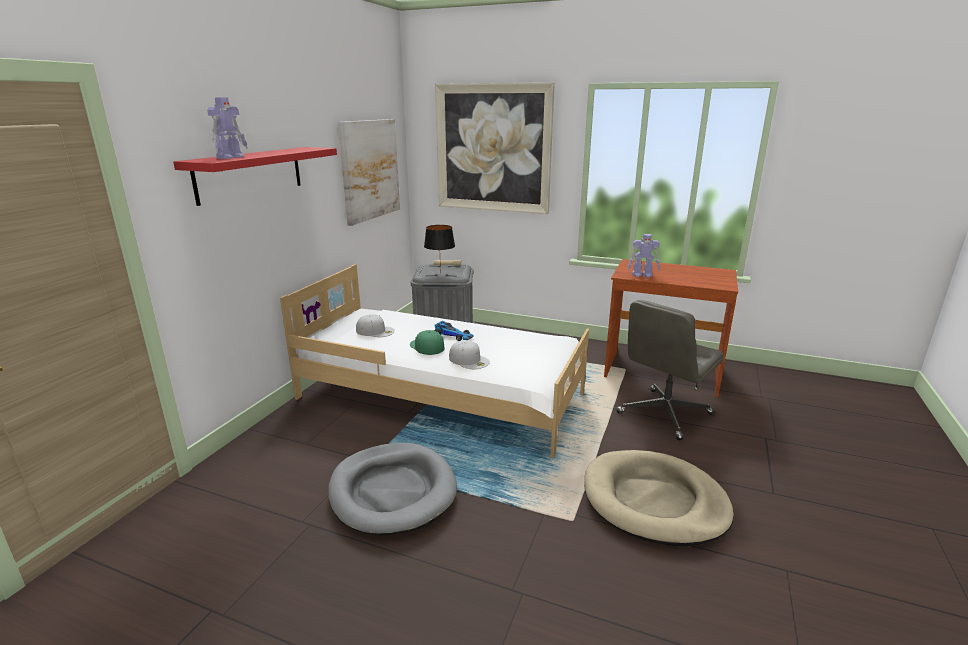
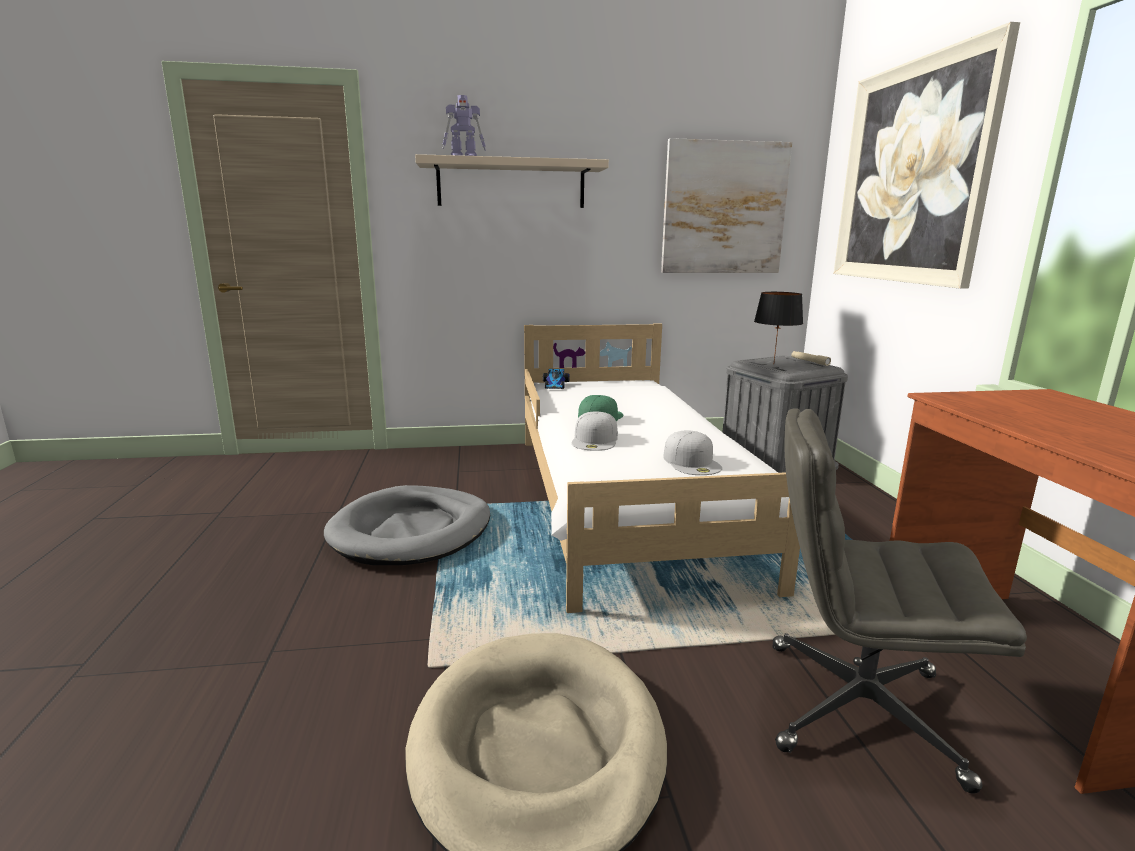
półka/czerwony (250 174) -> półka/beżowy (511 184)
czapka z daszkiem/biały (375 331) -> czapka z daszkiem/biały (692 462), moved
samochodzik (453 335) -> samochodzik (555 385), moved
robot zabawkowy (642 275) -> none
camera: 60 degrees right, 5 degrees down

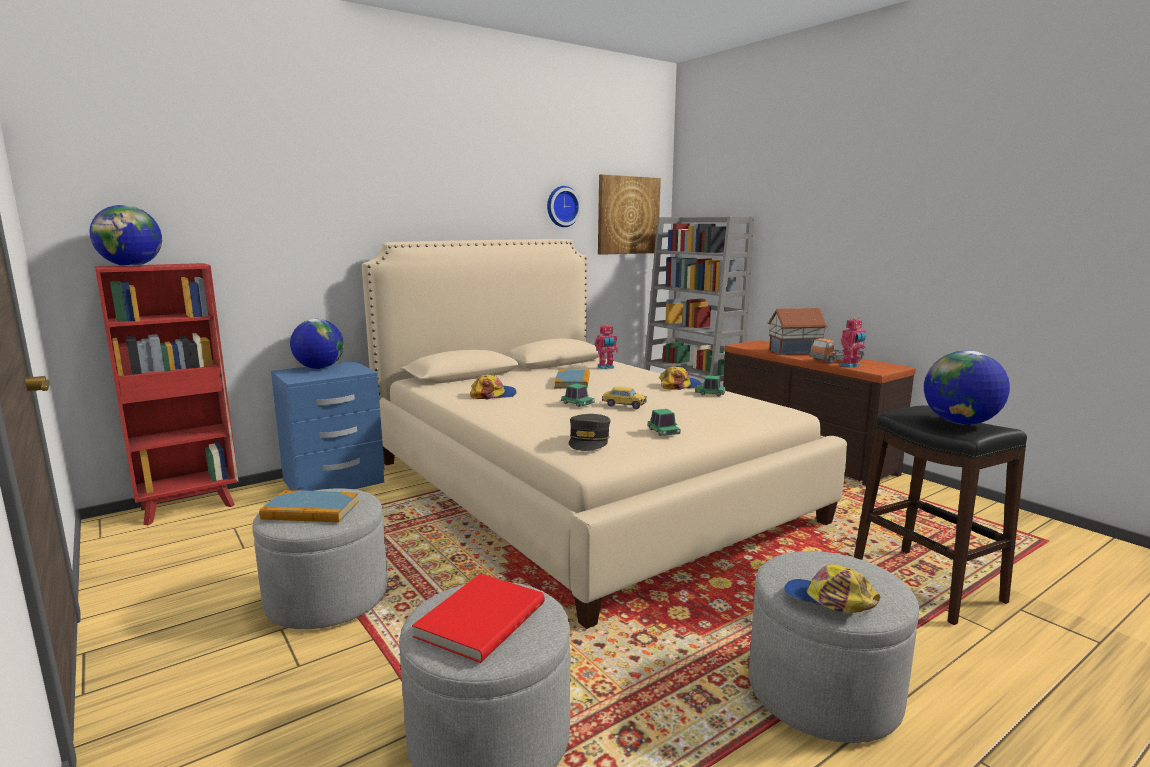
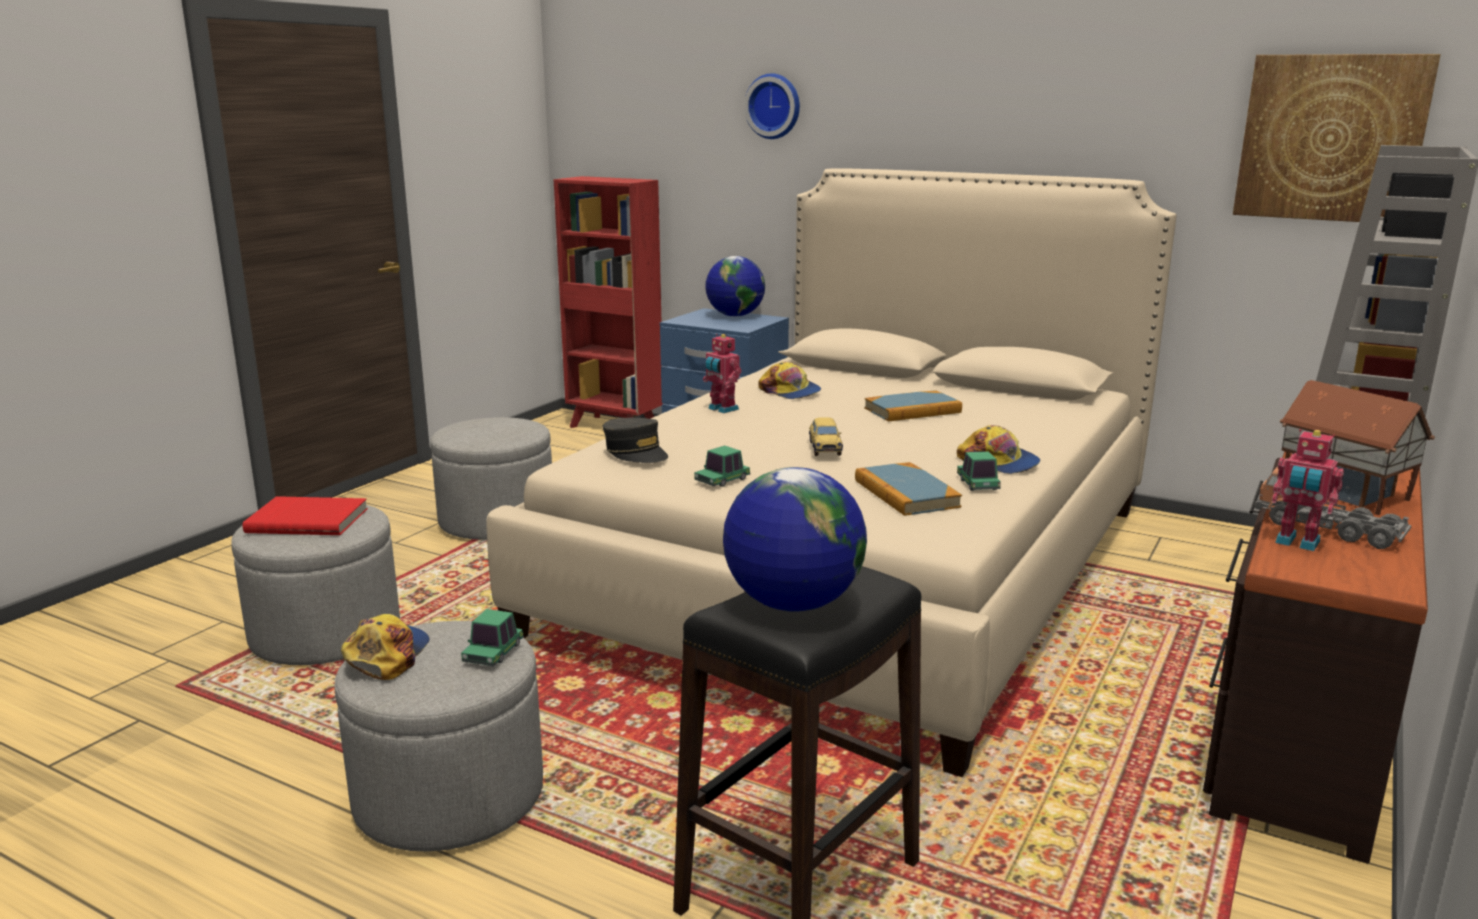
globus (132 266) -> none
książka (311 510) -> książka (906 494), moved
zegar ścienny (562 206) -> zegar ścienny (774 106), moved
samochodzik (577 404) -> samochodzik (493 653), moved
czapka z daszkiem/szary (589 441) -> czapka z daszkiem/szary (636 452), 120 degrees counterclockwise
robot zabawkowy (606 367) -> robot zabawkowy (722 409), moved
camera: 65 degrees right, 5 degrees up

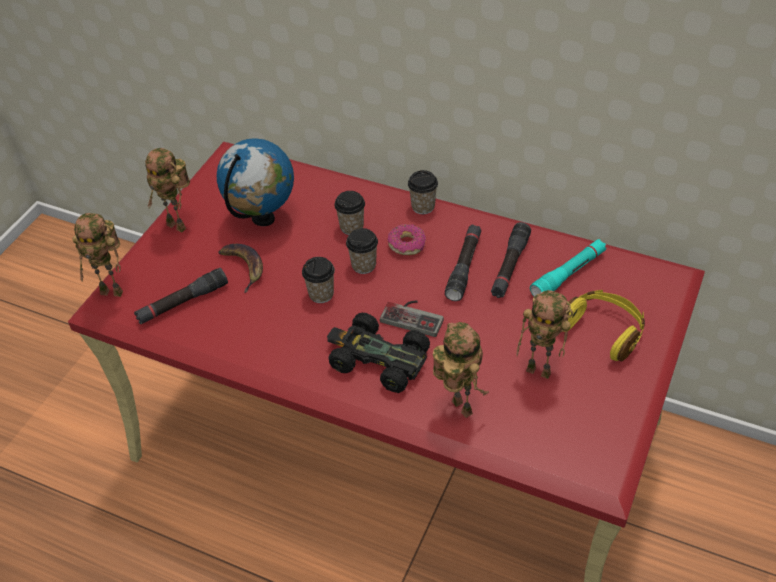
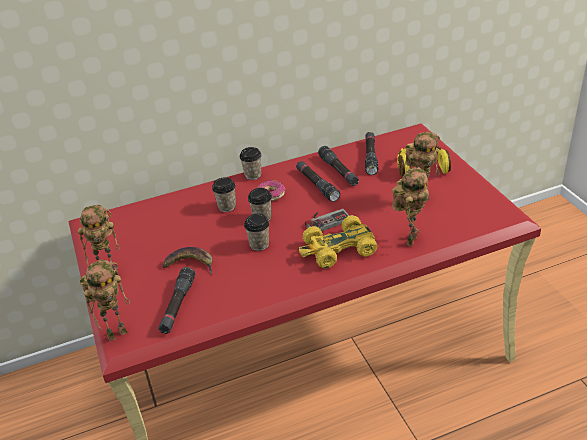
globus (263 219) -> none
samochodzik/czarny (378 360) -> samochodzik/żółty (338 249)
robot zabawkowy (458 408) -> robot zabawkowy (410 239), 105 degrees clockwise
latarka/turkusowy (568 274) -> latarka/czarny (370 157)
camera: 45 degrees left, 10 degrees down

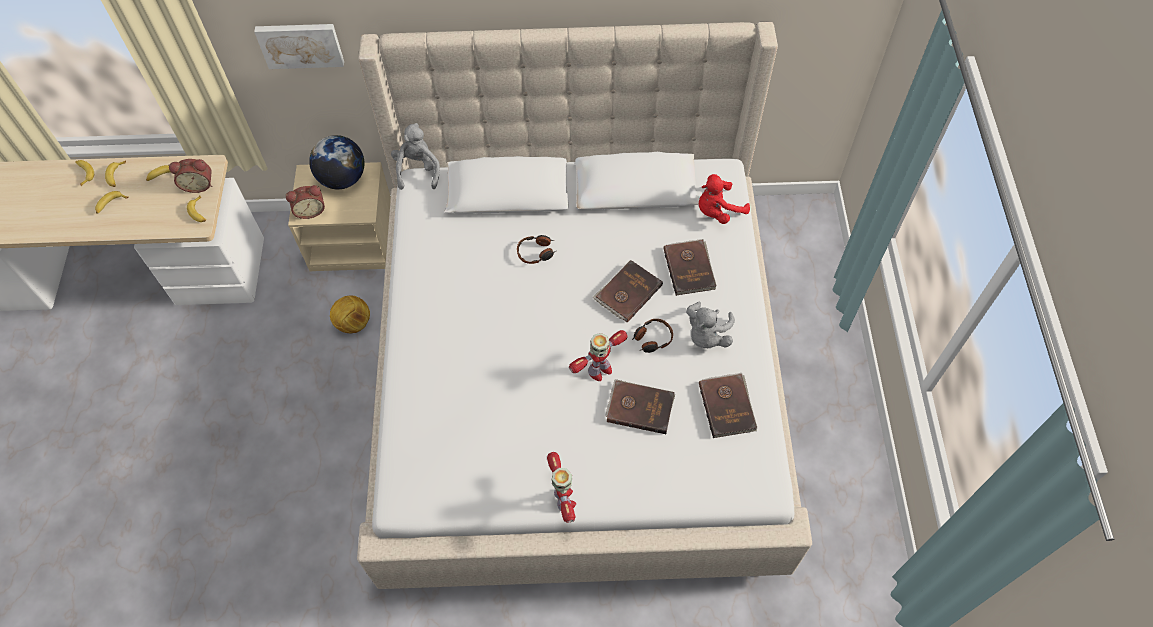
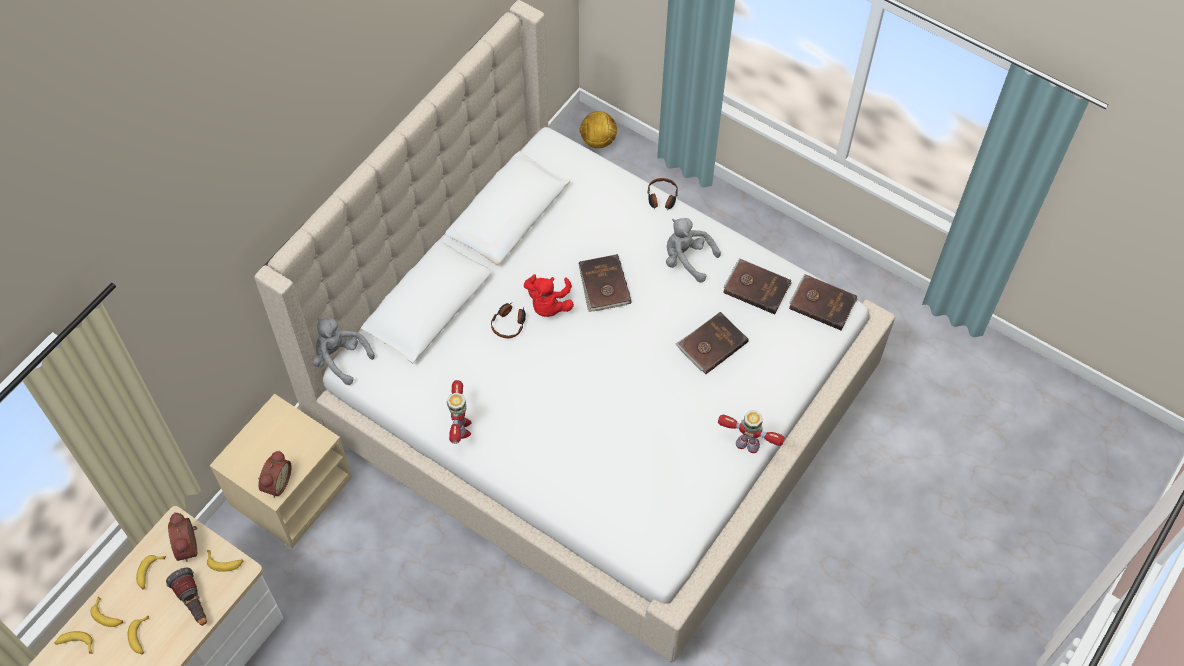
budzik (199 184) -> budzik (190 546), 135 degrees clockwise
obraz (300 44) -> none
globus (342 179) -> none
piłka futbolowa (353 323) -> piłka futbolowa (598 141), moved
robot zabawkowy (599 370) -> robot zabawkowy (461 428), moved
słuchawki (652 339) -> słuchawki (662 198), moved
książka/brązowy (690 268) -> książka/brązowy (822 303), moved
pluszak/szary (706 335) -> pluszak/szary (687 259), 150 degrees clockwise
pluszak/czerwony (717 211) -> pluszak/czerwony (548 305), moved
none -> latarka (193 603)
camera: 55 degrees left, 0 degrees up

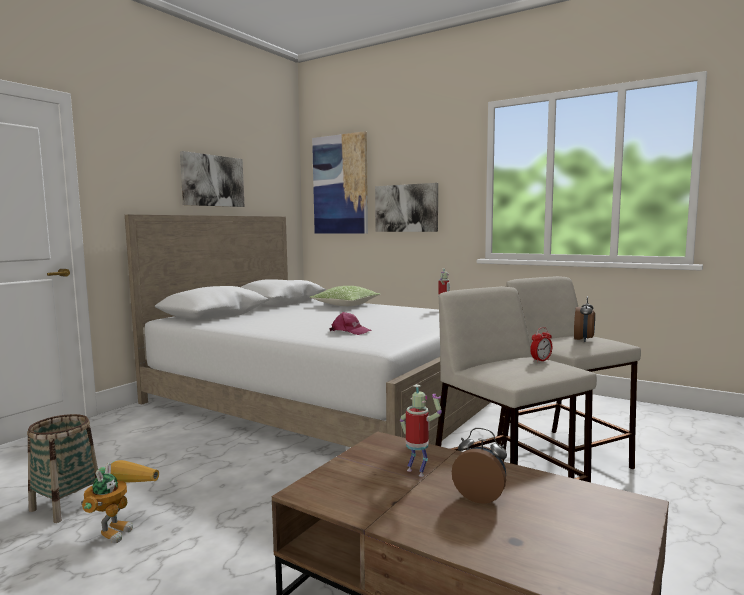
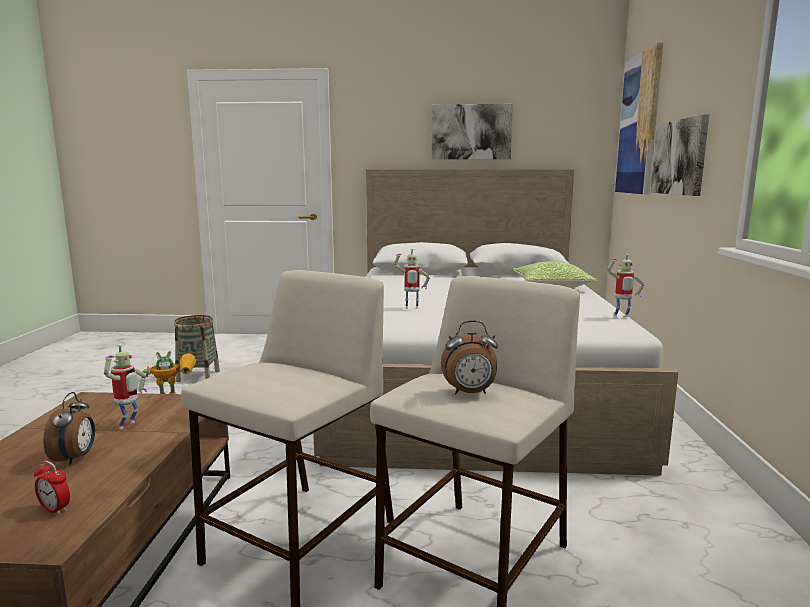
czapka z daszkiem/różowy (350 331) -> robot zabawkowy (411 308)
budzik (541 360) -> budzik (55 509), moved
camera: 60 degrees right, 5 degrees up

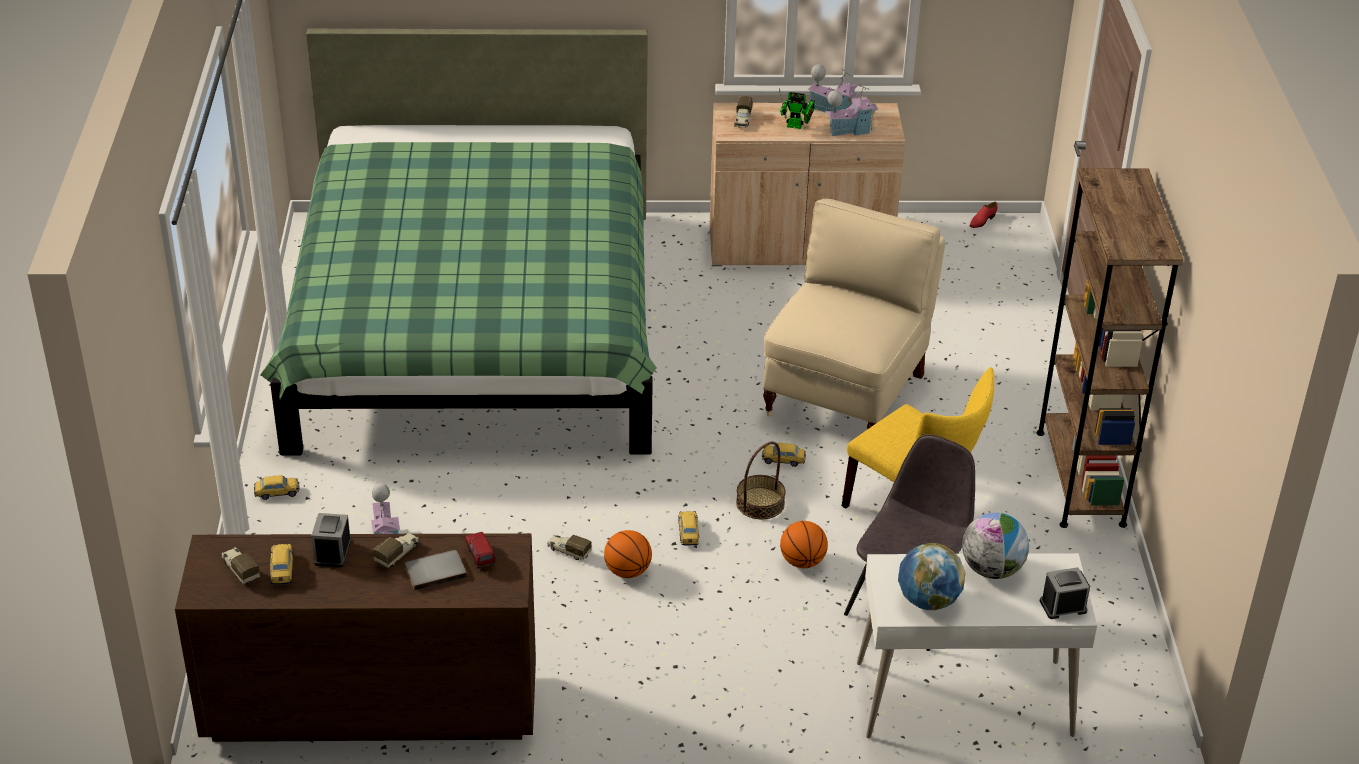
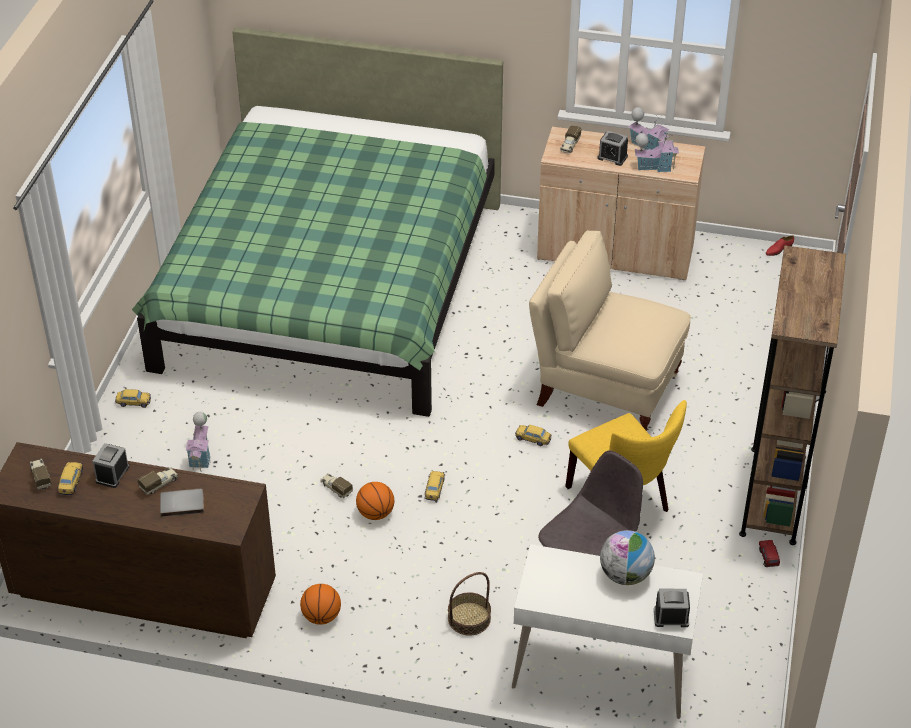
ciężarówka zabawkowa (480 558) -> ciężarówka zabawkowa (768 558), moved
koszyk (760 503) -> koszyk (469 618), moved
krzesło/beżowy (846 394) -> krzesło/beżowy (605 389), 105 degrees counterclockwise
robot zabawkowy (797 126) -> budzik (612 157)
piłka do koszykówki (802 561) -> piłka do koszykówki (321 616), moved
globus (928 601) -> none
camera: 15 degrees right, 5 degrees up

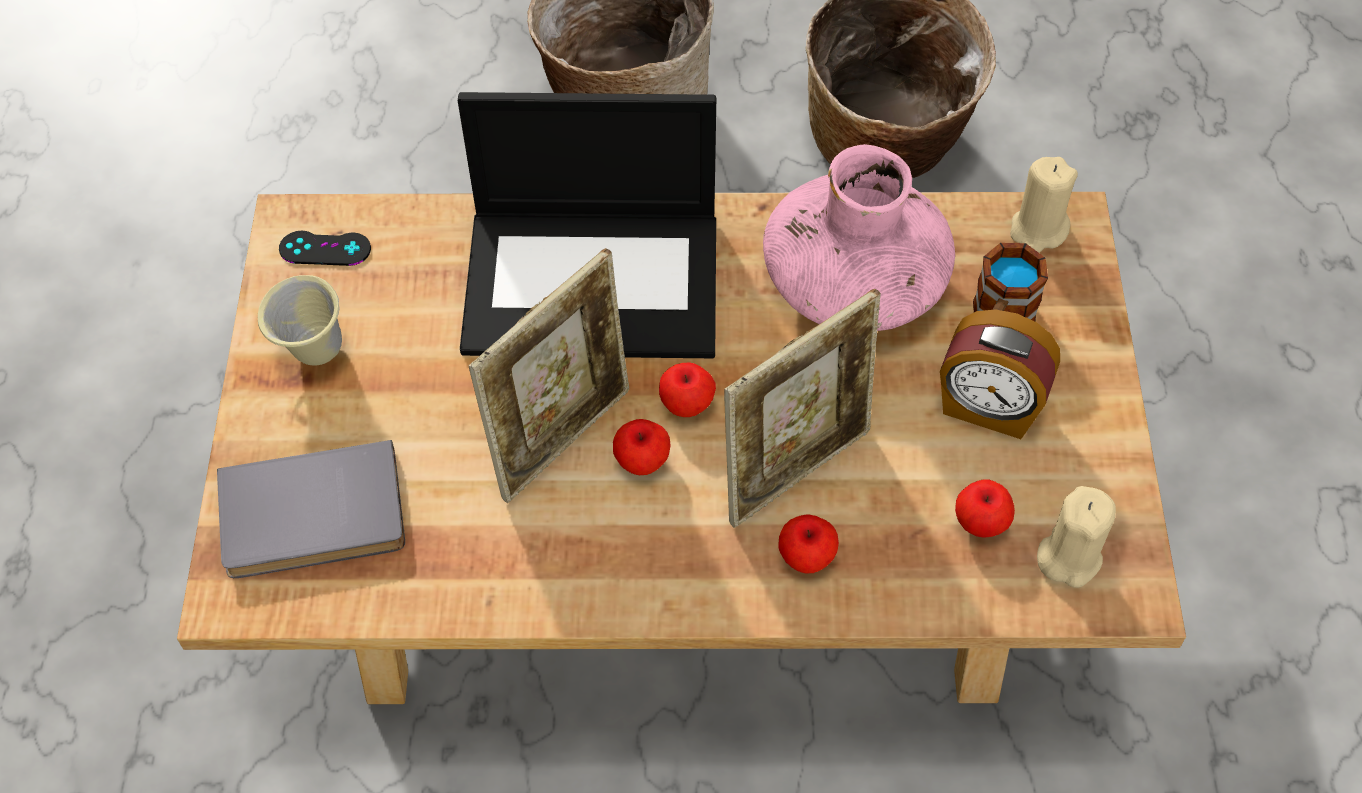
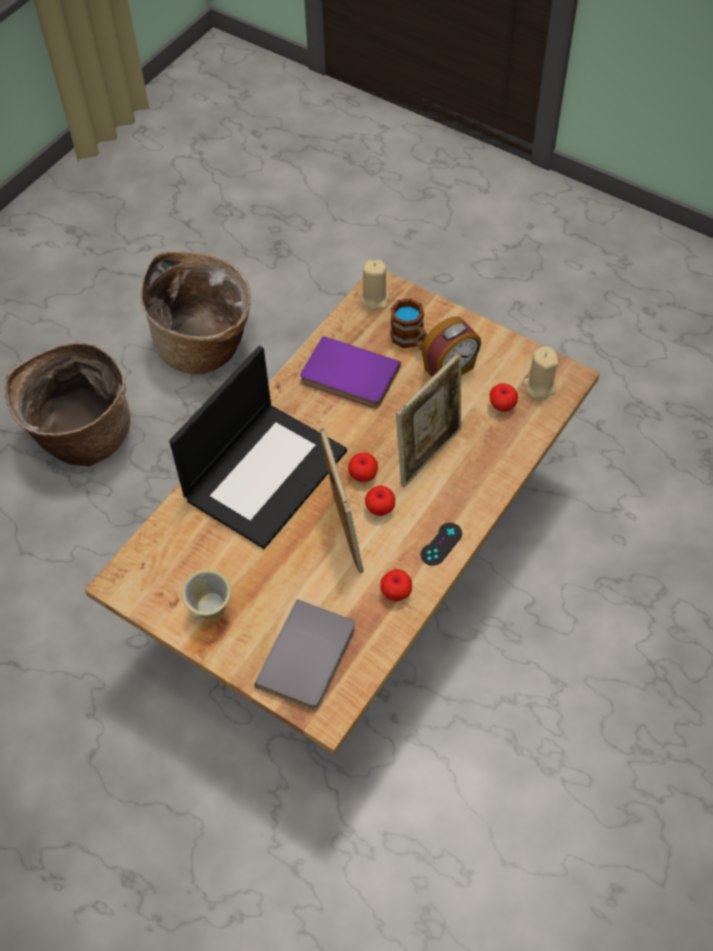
pad do gier/czarny (325 249) -> pad do gier/czarny (441 544), moved
ramka na zdjęcie (796 470) -> ramka na zdjęcie (429 454), 45 degrees clockwise
wazon/różowy (854 283) -> książka/fioletowy (348 377)
jabłko (806 557) -> jabłko (396 592), moved
camera: 55 degrees left, 0 degrees up

